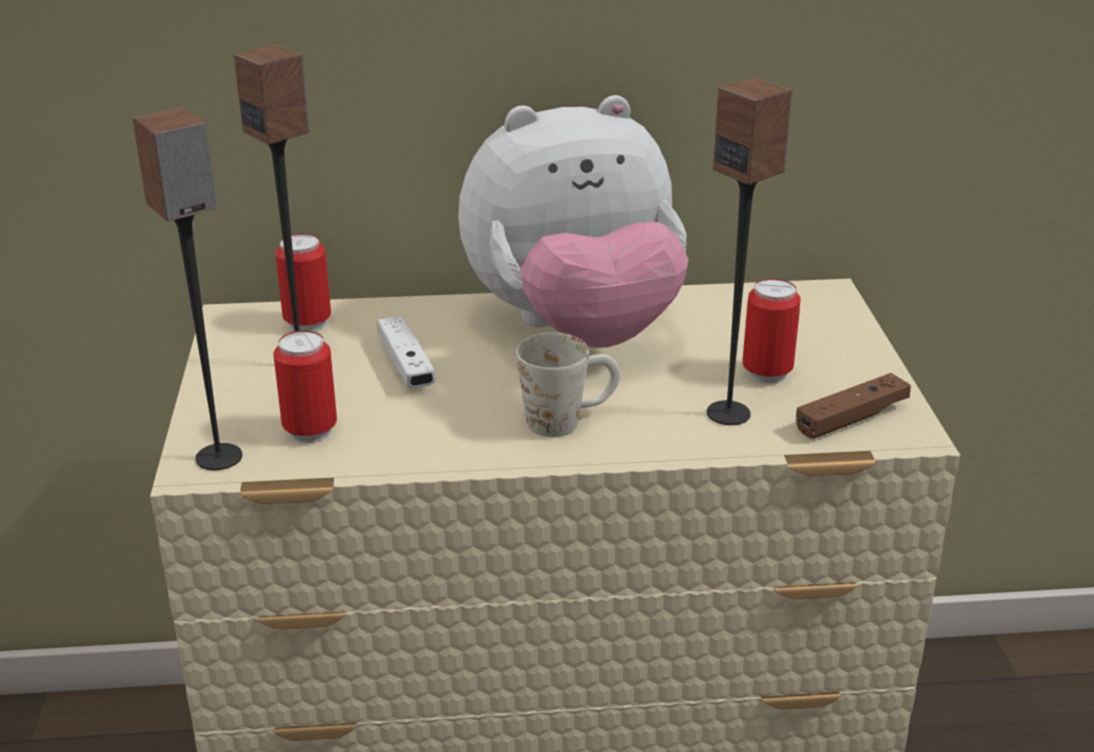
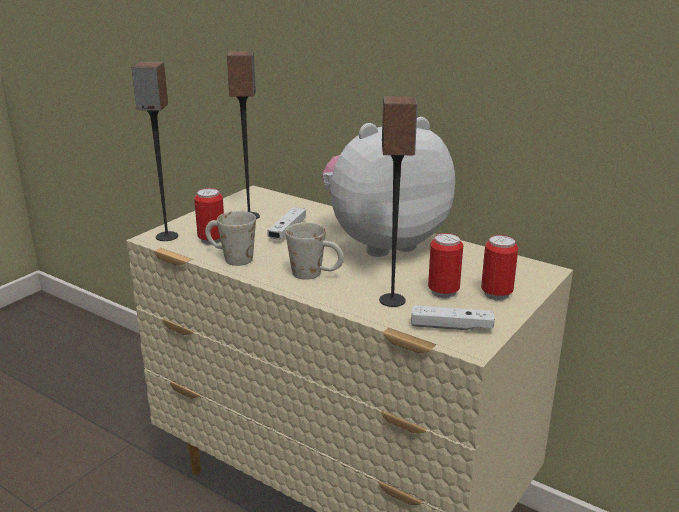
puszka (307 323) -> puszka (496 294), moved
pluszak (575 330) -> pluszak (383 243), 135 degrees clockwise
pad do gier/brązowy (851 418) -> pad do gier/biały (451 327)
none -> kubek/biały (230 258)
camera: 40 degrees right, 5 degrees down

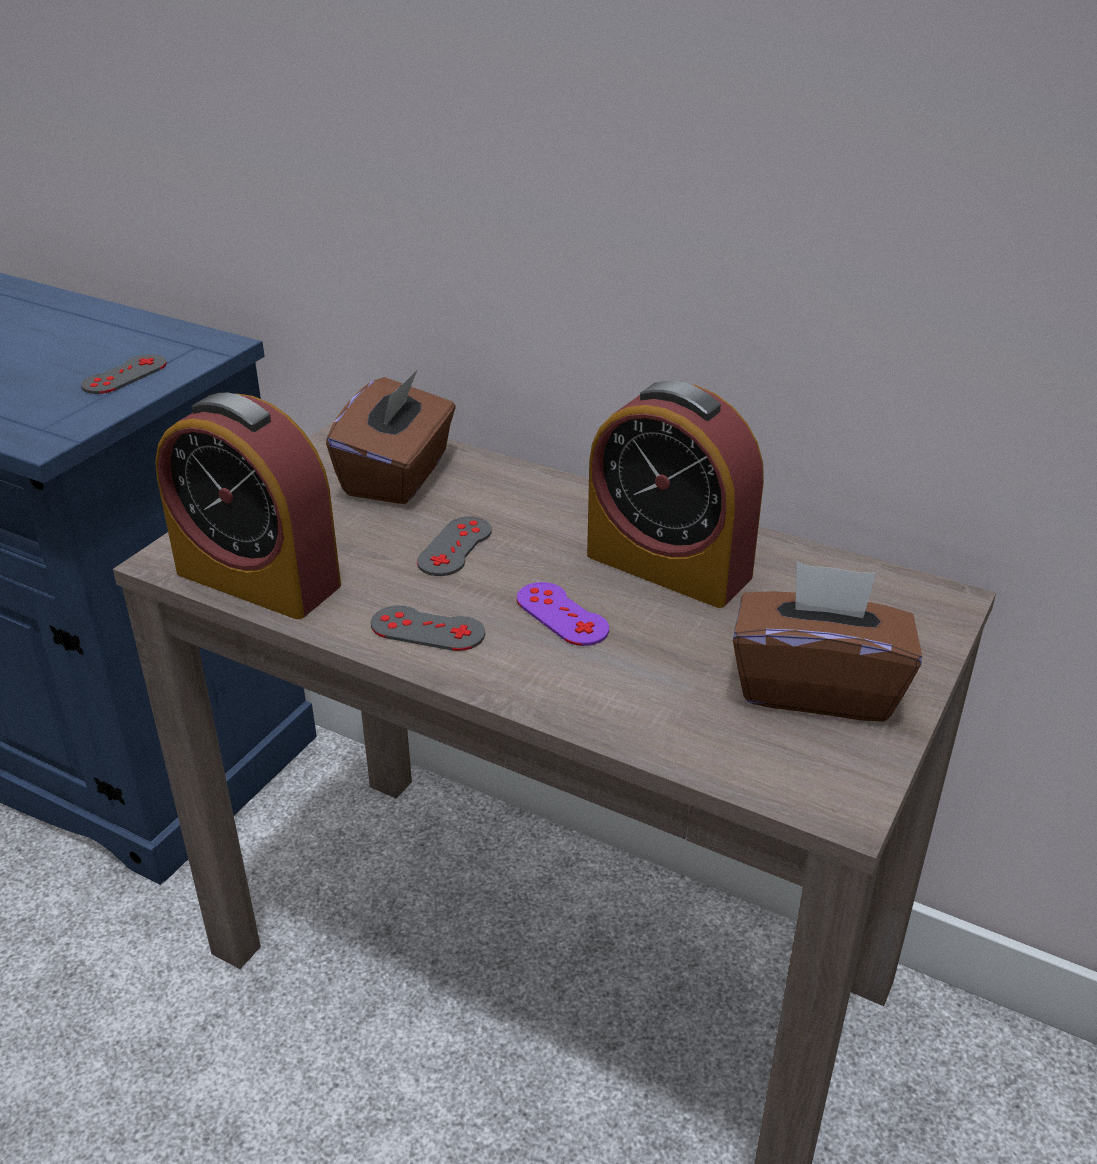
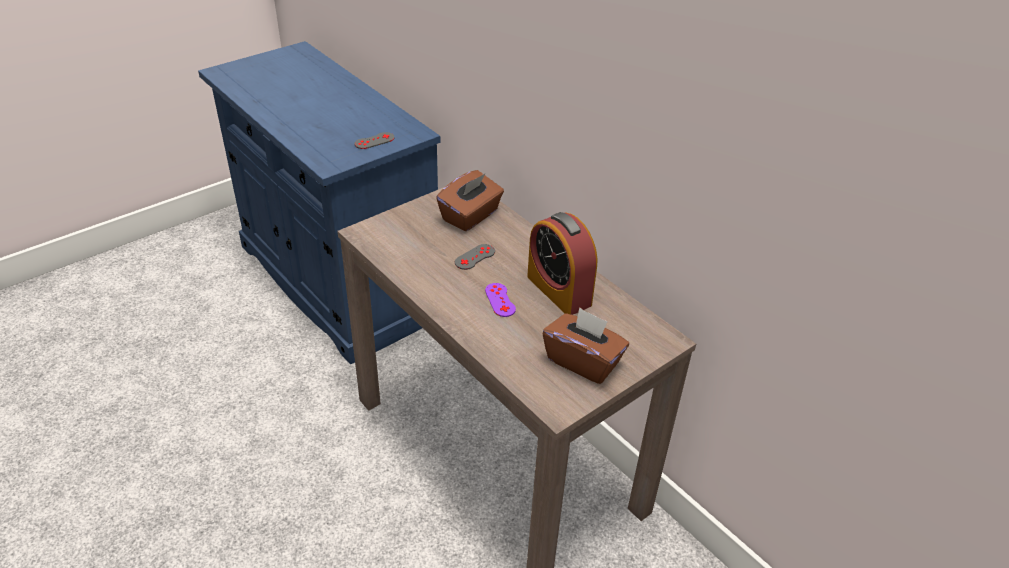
budzik (258 579) -> none
pad do gier/szary (427 629) -> none
camera: 20 degrees right, 5 degrees up

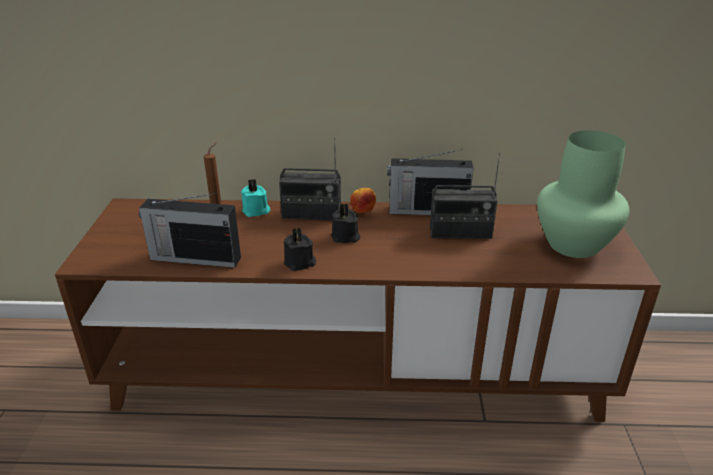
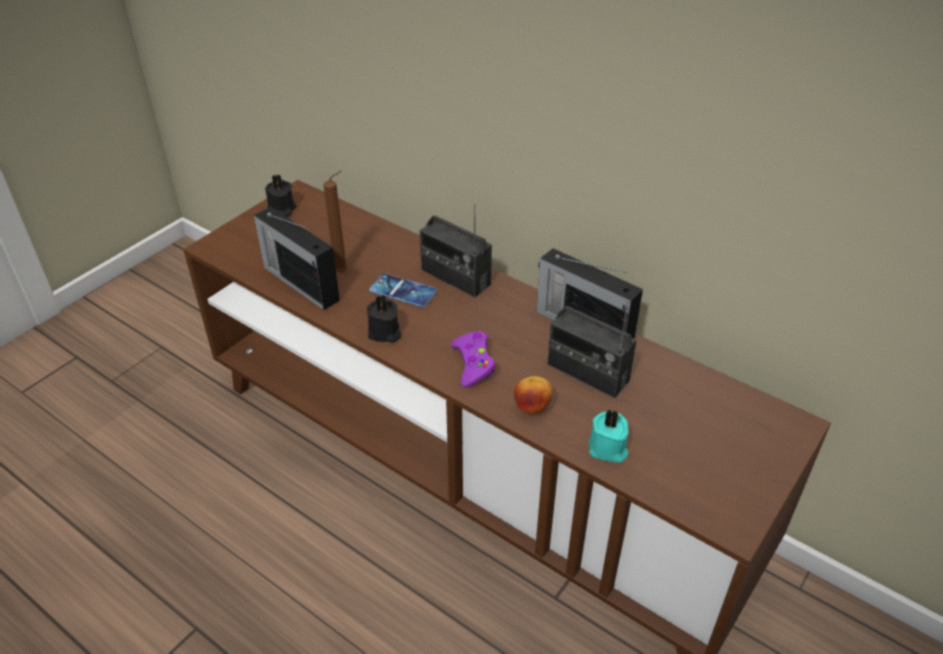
świeca/turkusowy (256 211) -> świeca/turkusowy (608 449), moved
świeca/czarny (345 237) -> świeca/czarny (281 209), moved
jabłko (362 212) -> jabłko (532 407), moved
wazon/zielony (575 245) -> none
none -> telefon (403 291)
none -> pad do gier/fioletowy (473 364)
camera: 35 degrees right, 10 degrees up

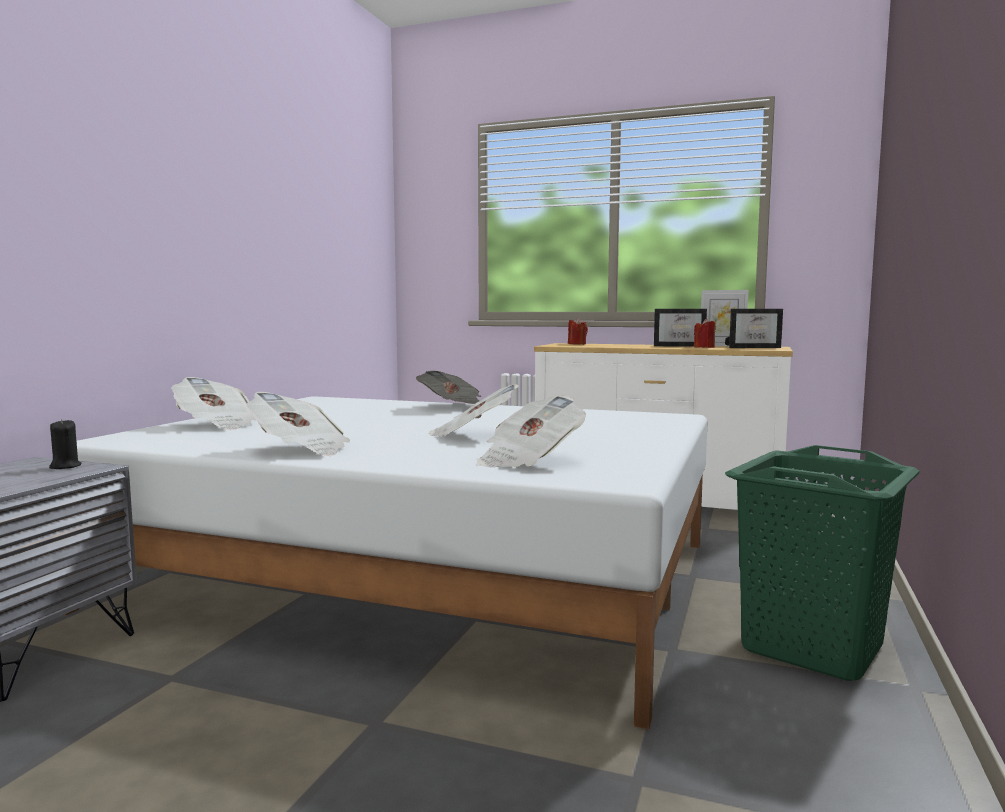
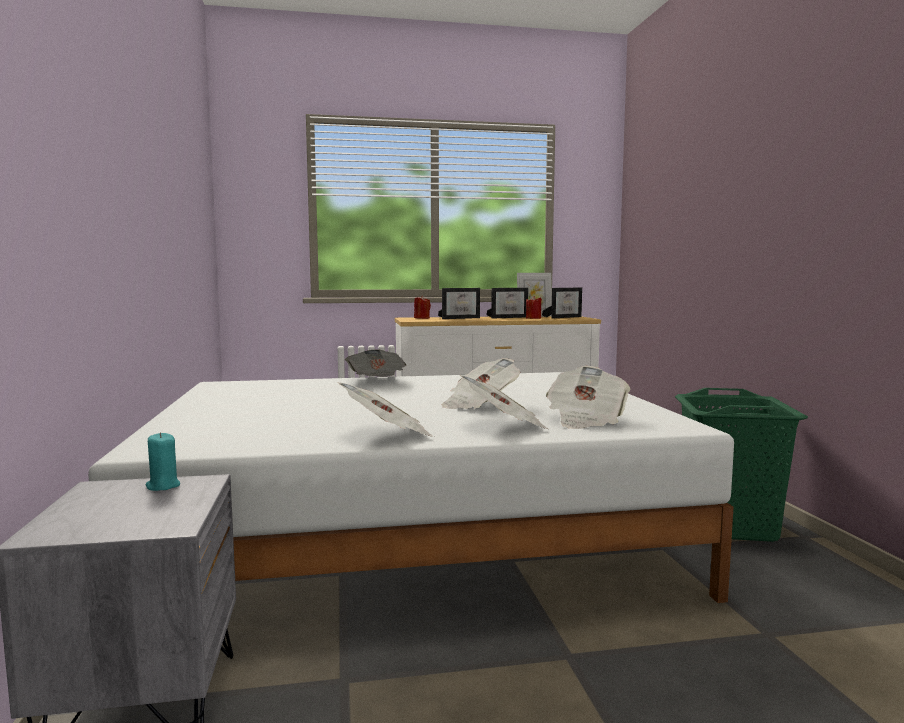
świeca/czarny (65 466) -> świeca/turkusowy (163 486)
gazeta (217 425) -> gazeta (505 425), moved
none -> ramka na zdjęcie (460 318)
camera: 30 degrees left, 0 degrees up

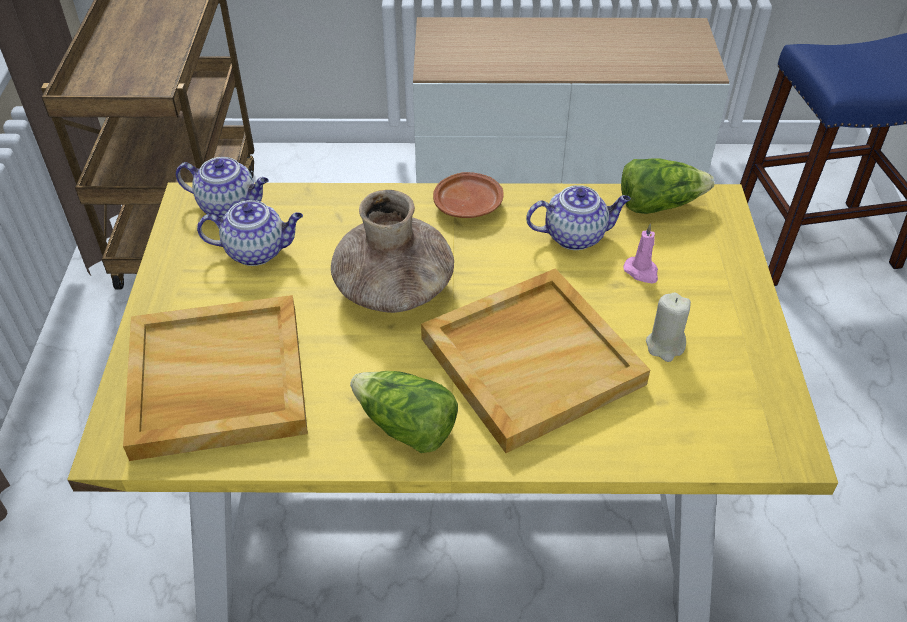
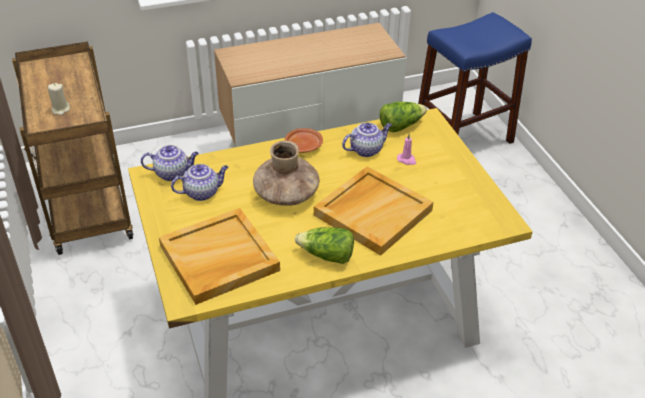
świeca/beżowy (665 345) -> świeca/beżowy (60 110), moved
camera: 20 degrees left, 5 degrees down

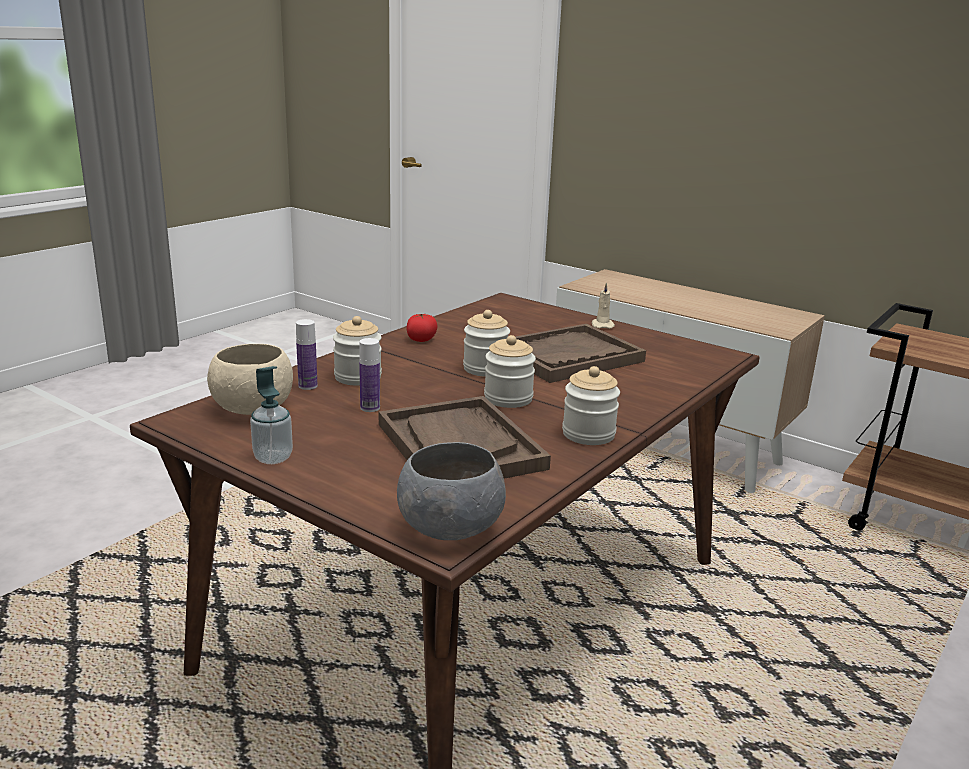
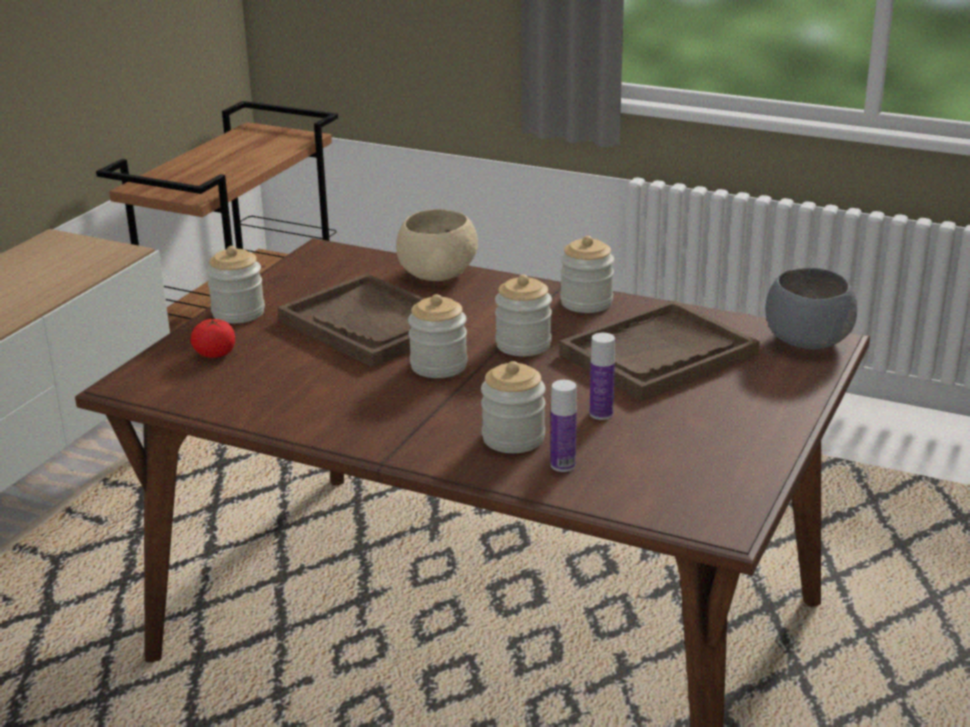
miska/beżowy (253 408) -> miska/beżowy (436 274), moved
dozownik mydła (273 458) -> none
pomidor (421 339) -> pomidor (215 353), moved
świeca/beżowy (602 325) -> słoik (238 313)
camera: 100 degrees left, 5 degrees up

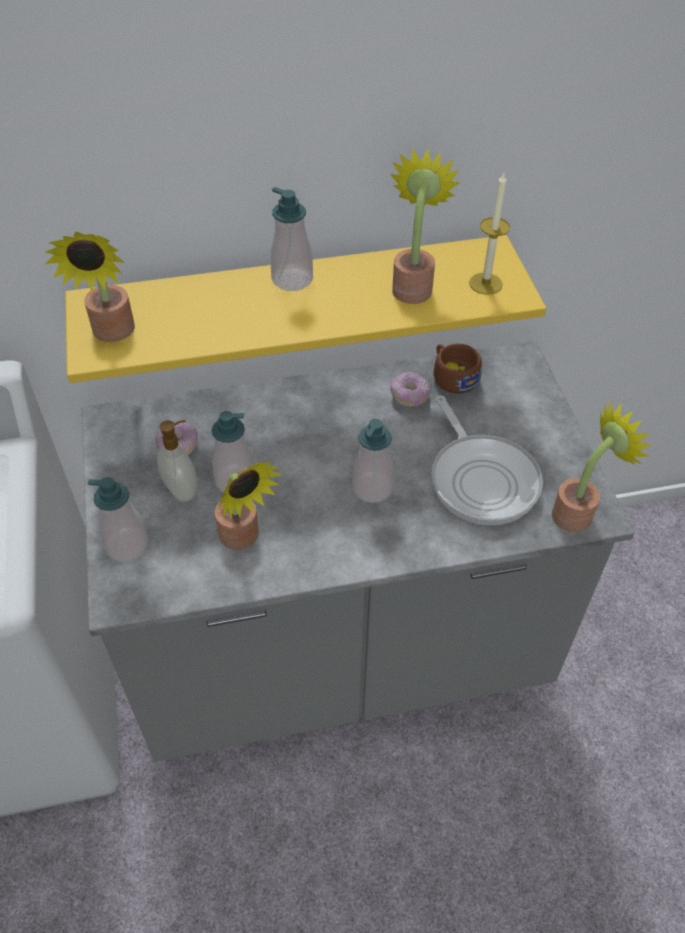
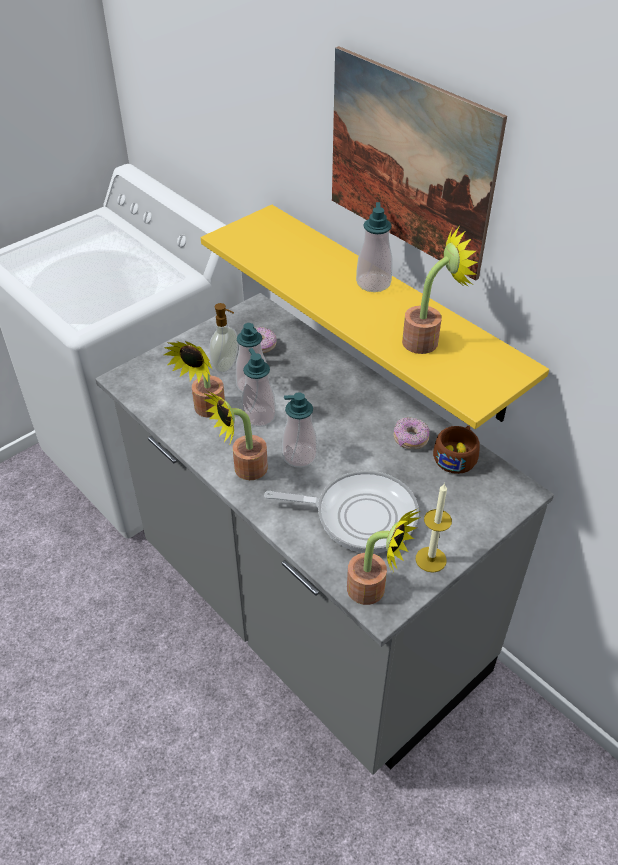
roślina doniczkowa (112 334) -> roślina doniczkowa (244 471), moved
dozownik mydła (127 545) -> dozownik mydła (259 416), moved
patelnia (481 479) -> patelnia (359 515), 120 degrees counterclockwise
świeca (485 283) -> świeca (430 559), moved
none -> obraz (409 163)
camera: 60 degrees right, 5 degrees down

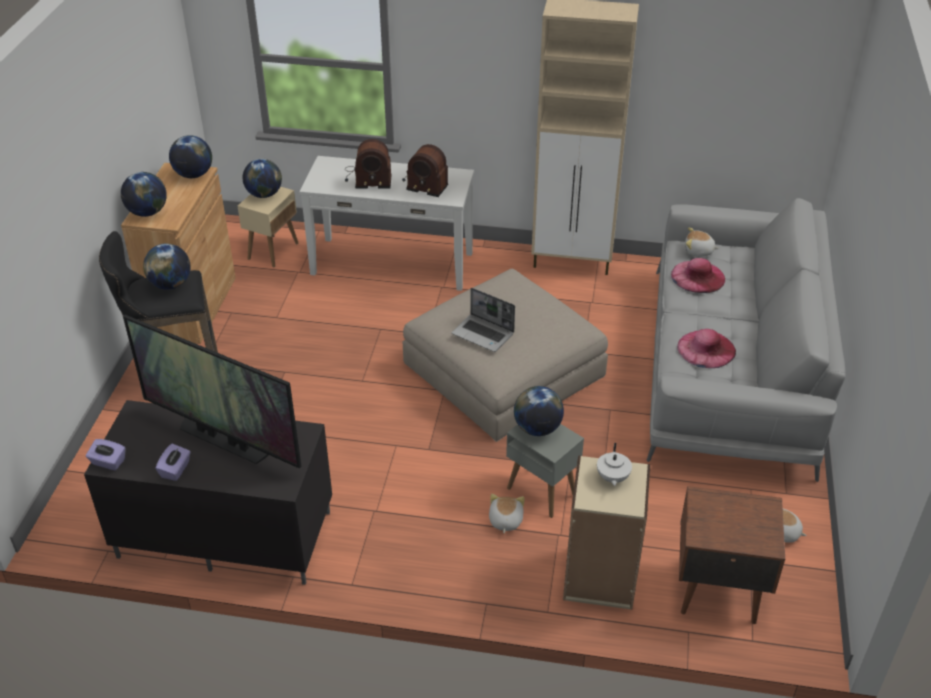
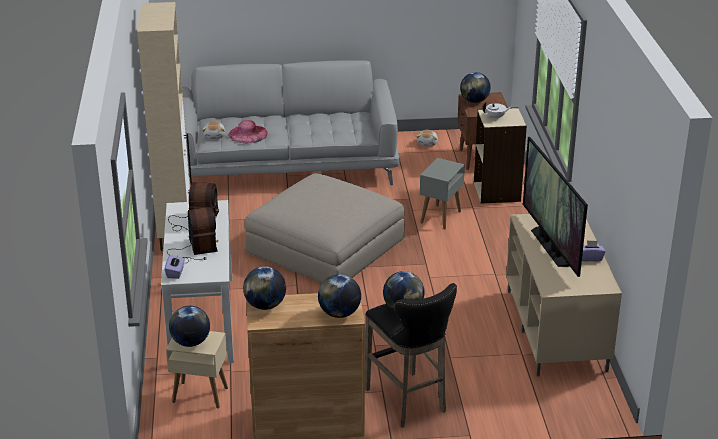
szafka pod telewizor/czarny (223 535) -> szafka pod telewizor/beżowy (557 330)
pudełko chusteczek/fioletowy (108 462) -> pudełko chusteczek/fioletowy (175 273), moved
telewizor (224 439) -> telewizor (551 247), 150 degrees clockwise
laptop (483 334) -> none
pluszak (505 521) -> none
globus (537 428) -> globus (474 101), moved
kapelusz/różowy (706 349) -> none
camera: 105 degrees left, 10 degrees down

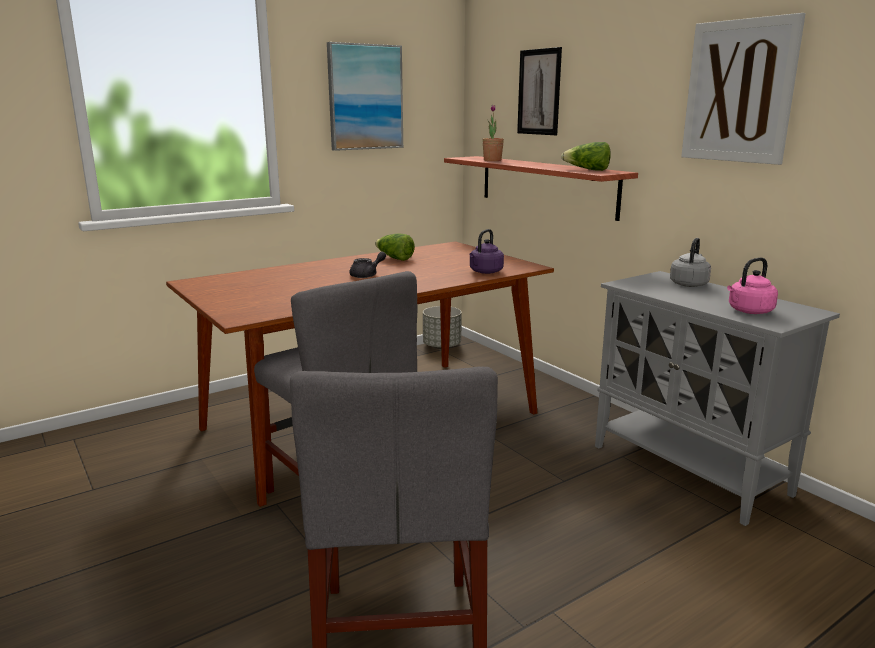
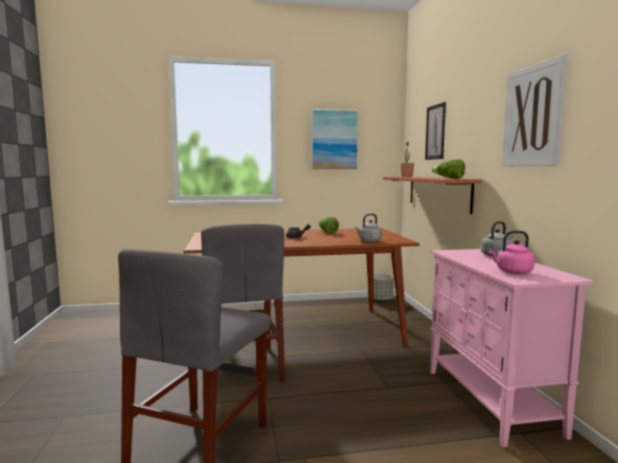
czajnik/fioletowy (485 272) -> czajnik/szary (369 241)
szafka/szary (690 470) -> szafka/różowy (491 401)
camera: 25 degrees right, 10 degrees down

